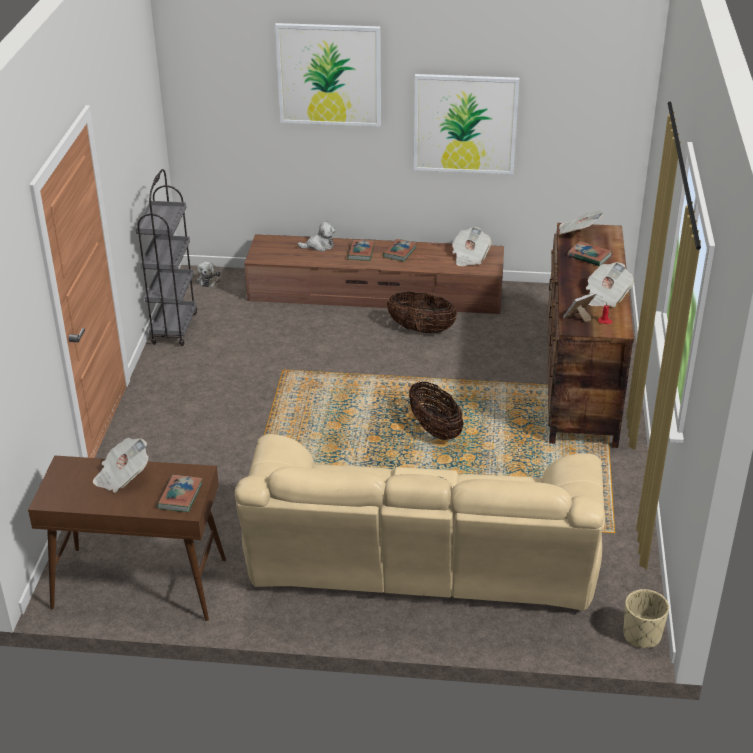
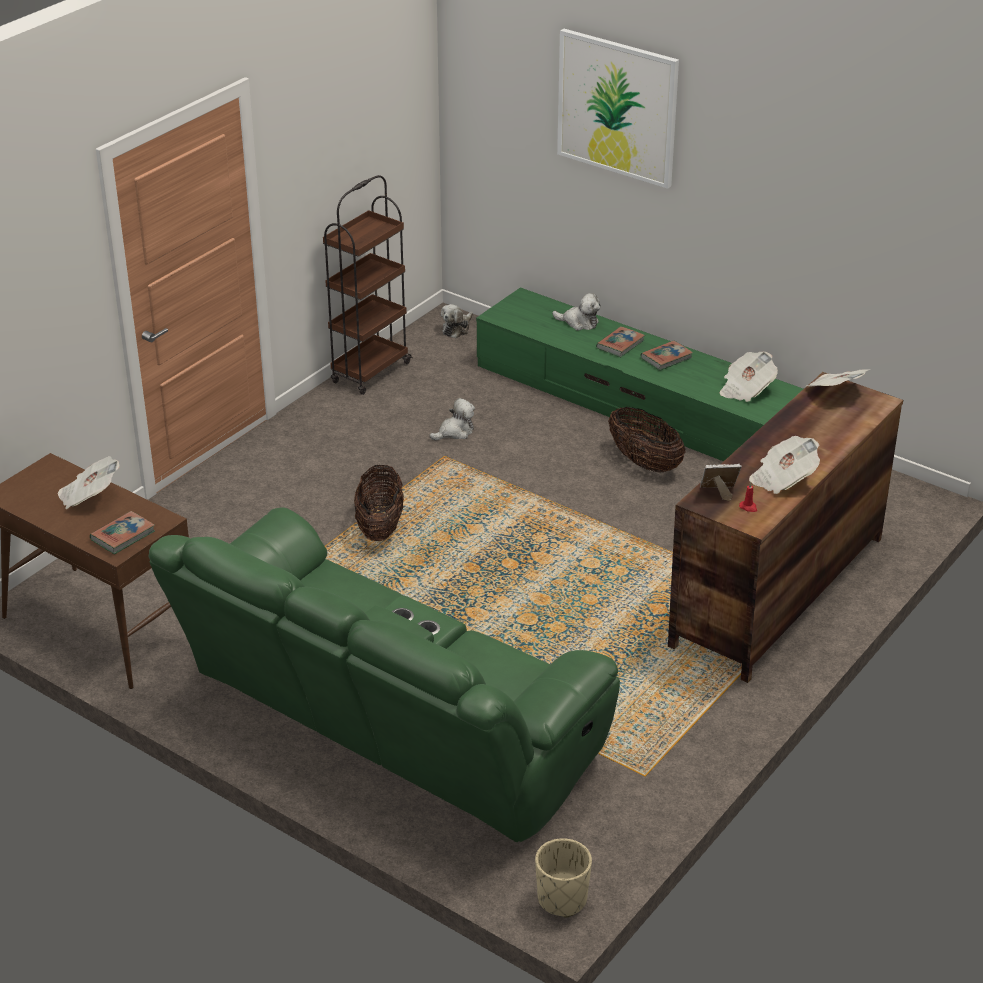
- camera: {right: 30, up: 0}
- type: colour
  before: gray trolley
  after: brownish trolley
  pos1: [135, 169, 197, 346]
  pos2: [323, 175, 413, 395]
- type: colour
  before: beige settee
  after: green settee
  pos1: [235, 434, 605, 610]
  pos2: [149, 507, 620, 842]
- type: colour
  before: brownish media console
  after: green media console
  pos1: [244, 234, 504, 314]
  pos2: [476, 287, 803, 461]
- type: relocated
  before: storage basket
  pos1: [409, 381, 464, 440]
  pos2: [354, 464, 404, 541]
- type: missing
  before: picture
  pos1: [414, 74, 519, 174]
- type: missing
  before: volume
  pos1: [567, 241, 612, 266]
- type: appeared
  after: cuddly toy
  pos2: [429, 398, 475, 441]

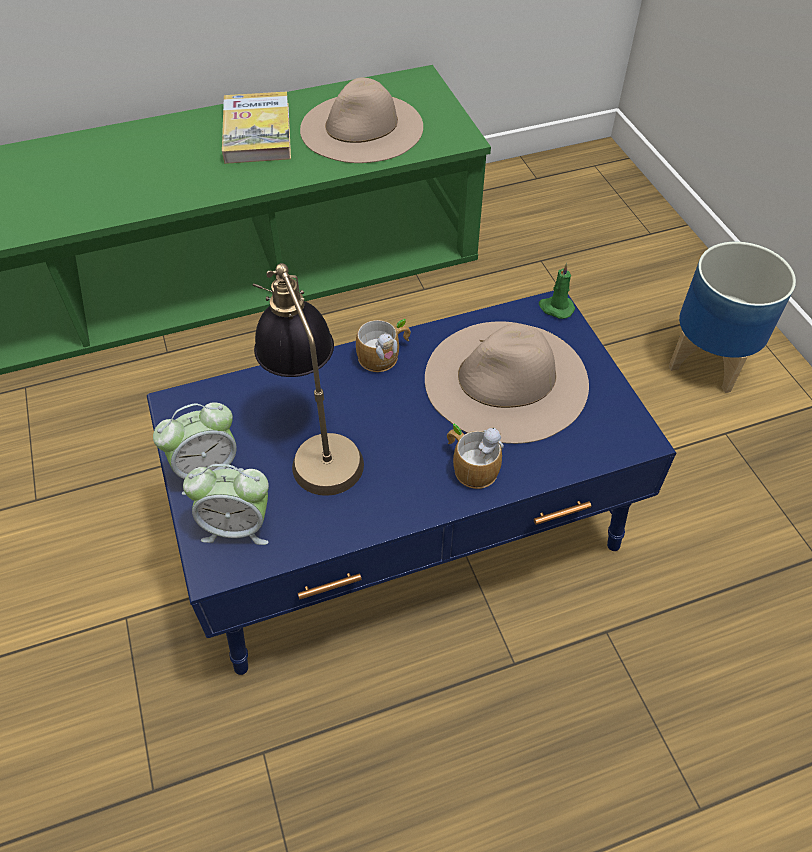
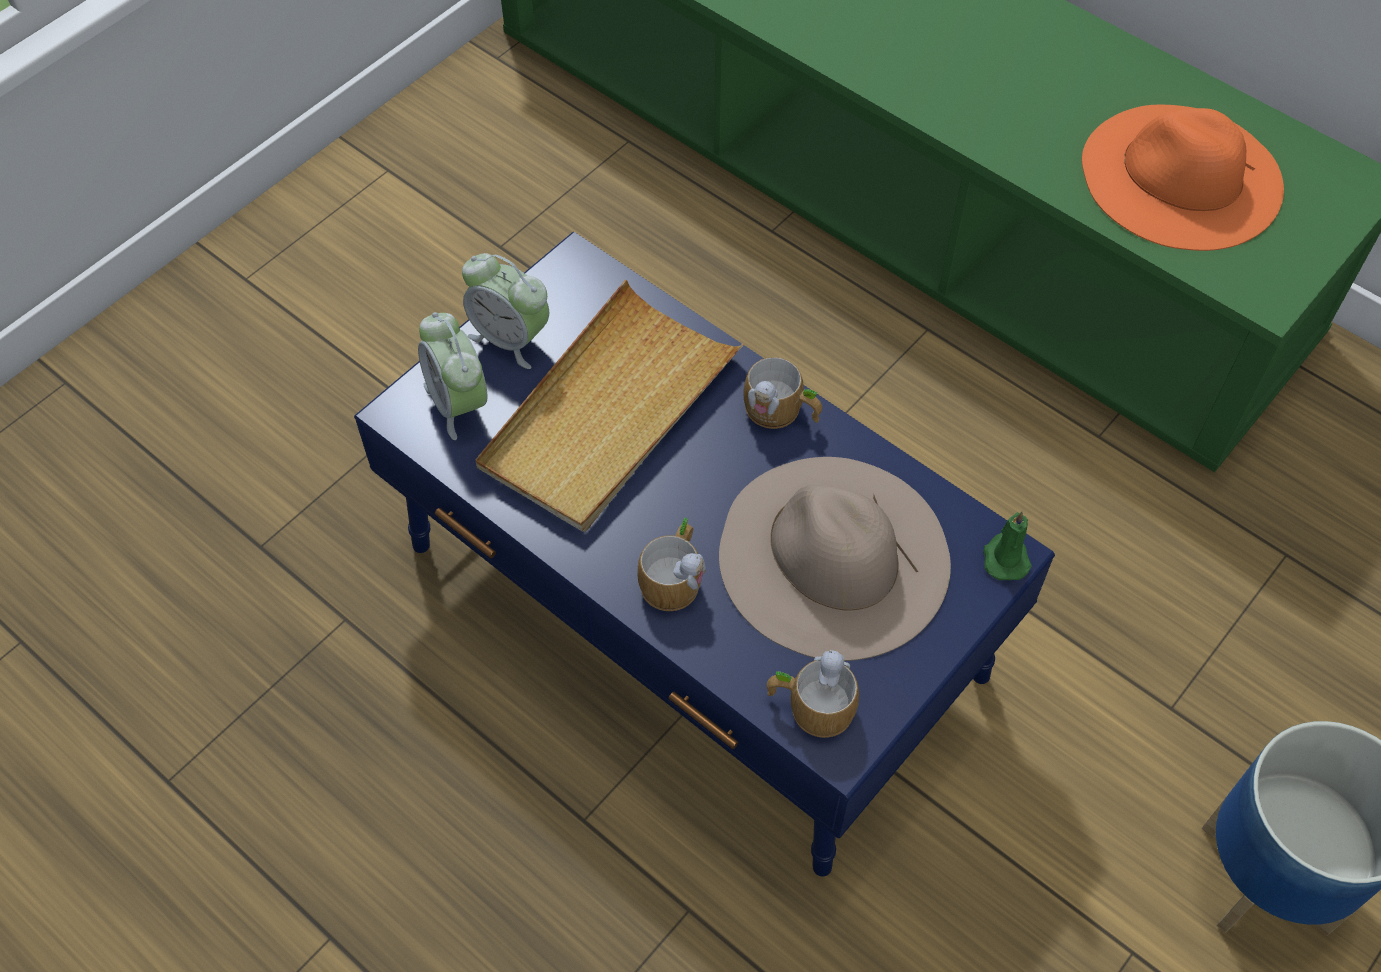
- camera: {right: 60, up: 5}
- type: missing
  before: volume
  pos1: [222, 91, 291, 164]
- type: exchanged
  before: tabletop lamp
  after: beige serving tray
  pos1: [253, 263, 364, 496]
  pos2: [476, 280, 745, 532]
- type: colour
  before: beige wearable hat
  after: orange-coloured wearable hat
  pos1: [300, 77, 423, 163]
  pos2: [1082, 105, 1284, 251]
- type: appeared
  after: coffee mug
  pos2: [767, 650, 859, 738]

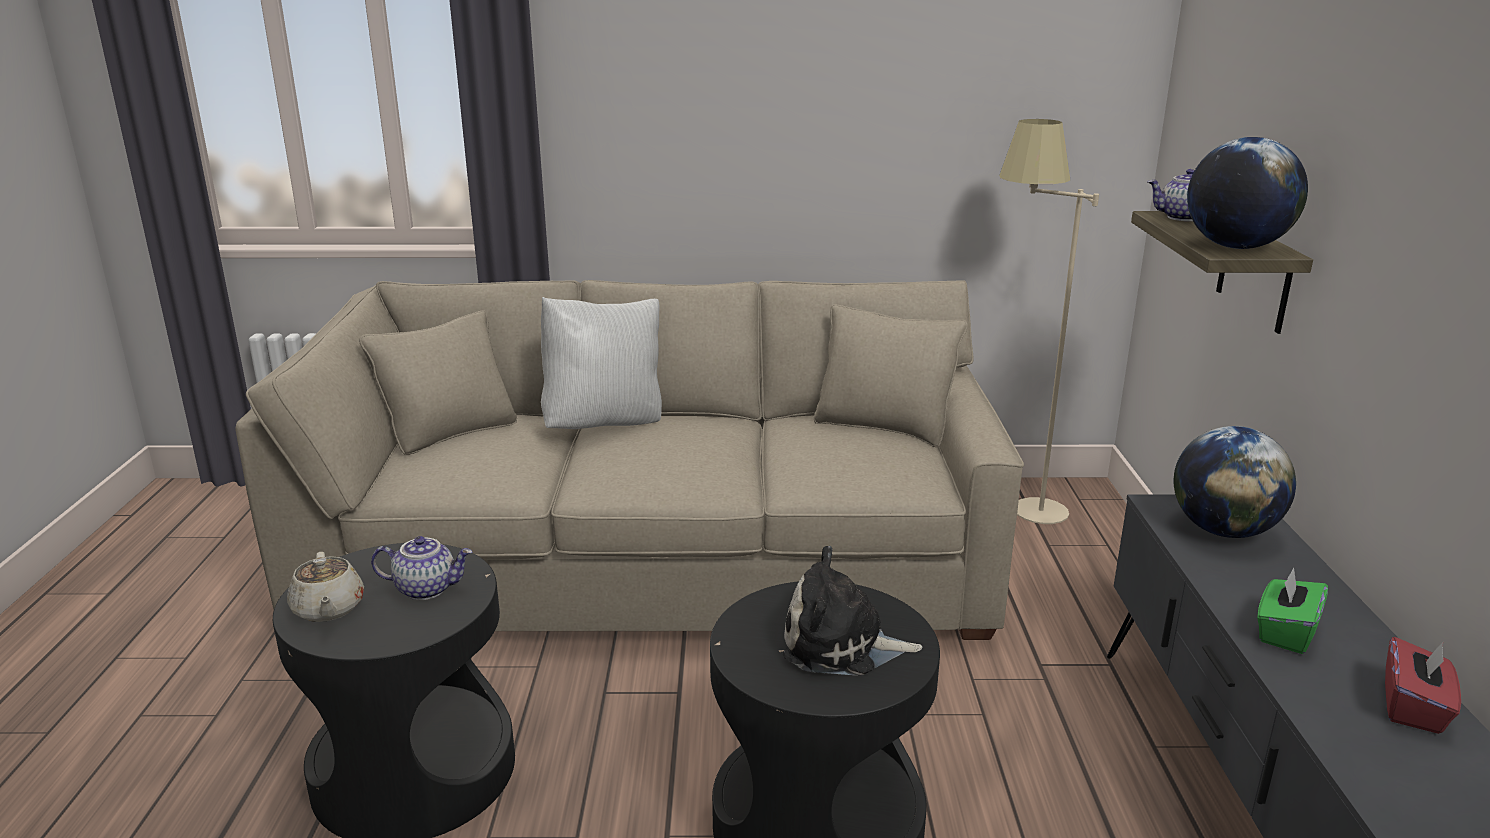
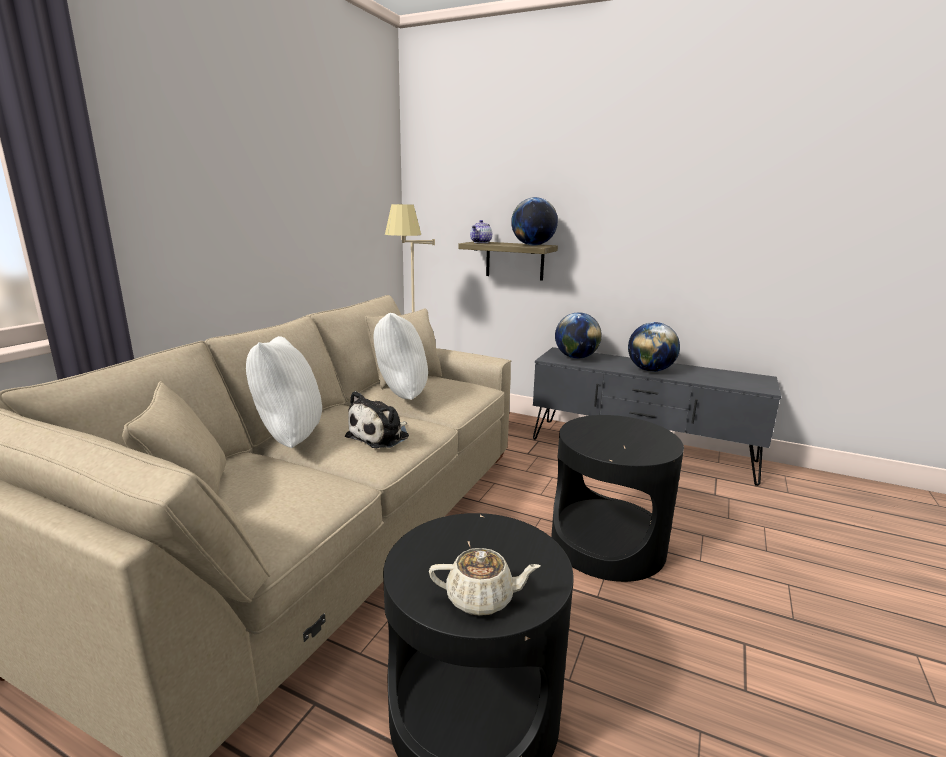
- camera: {right: -65, up: -5}
- type: missing
  before: pot for tea
  pos1: [371, 536, 472, 600]
- type: relocated
  before: cuddly toy
  pos1: [783, 546, 923, 676]
  pos2: [345, 391, 409, 448]
- type: exchanged
  before: green box of tissues
  after: world globe
  pos1: [1257, 567, 1328, 654]
  pos2: [628, 322, 680, 372]
- type: missing
  before: red box of tissues
  pos1: [1385, 637, 1461, 734]
- type: appeared
  after: whitish cushion
  pos2: [374, 313, 428, 400]

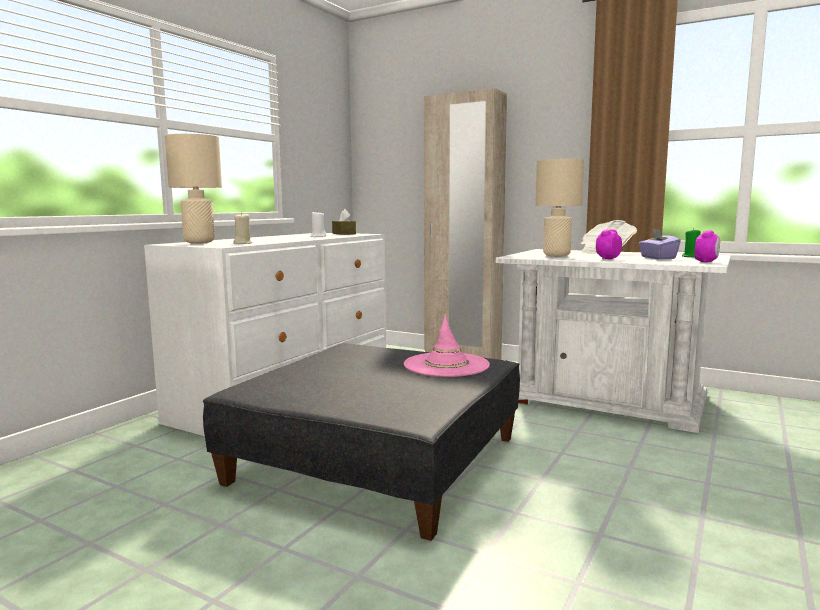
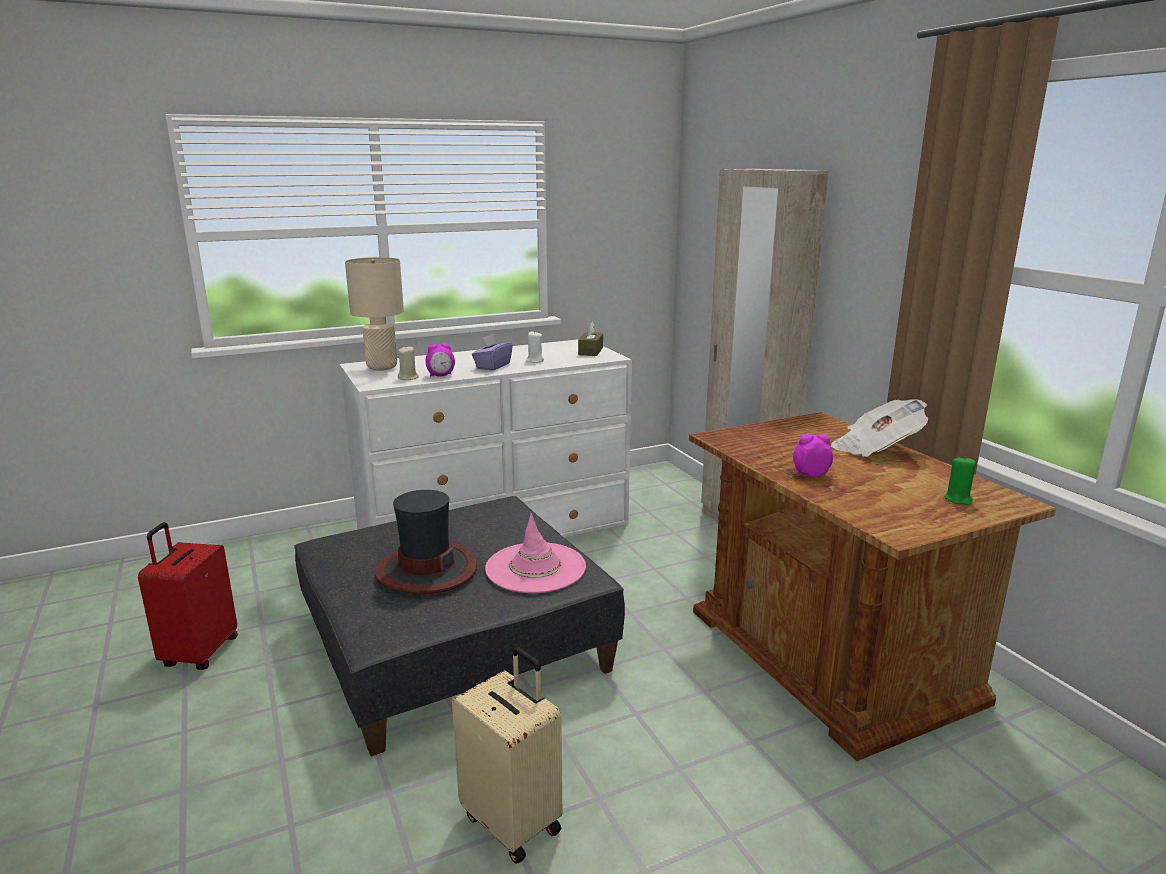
- camera: {right: 35, up: 10}
- type: colour
  before: whitish cupboard
  after: brownish cupboard
  pos1: [496, 249, 731, 433]
  pos2: [689, 412, 1056, 761]
- type: missing
  before: beige tabletop lamp
  pos1: [535, 159, 584, 257]
- type: relocated
  before: purple box of tissues
  pos1: [639, 229, 681, 259]
  pos2: [472, 334, 513, 371]
- type: relocated
  before: alarm clock
  pos1: [695, 230, 720, 263]
  pos2: [425, 343, 455, 376]
- type: appeared
  after: red piece of luggage
  pos2: [138, 522, 238, 670]
- type: appeared
  after: wearable hat
  pos2: [375, 490, 477, 594]
- type: appeared
  after: beige piece of luggage
  pos2: [452, 647, 562, 864]

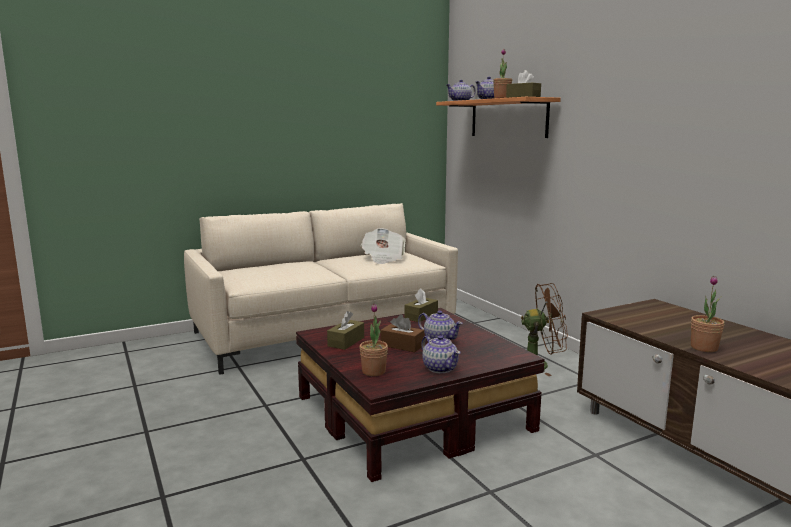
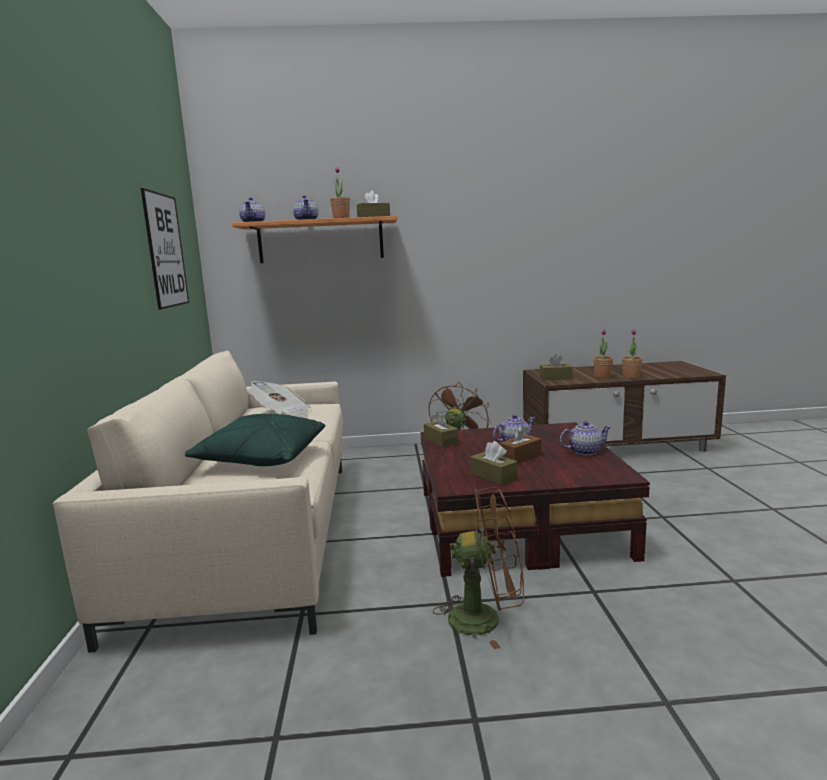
- camera: {right: -65, up: 0}
- type: relocated
  before: houseplant
  pos1: [359, 304, 388, 376]
  pos2: [593, 329, 613, 378]
- type: appeared
  after: picture
  pos2: [141, 188, 189, 310]
- type: appeared
  after: green cushion
  pos2: [185, 413, 325, 466]
- type: appeared
  after: brownish fan
  pos2: [433, 487, 524, 650]
- type: appeared
  after: brownish box of tissues
  pos2: [540, 354, 572, 380]

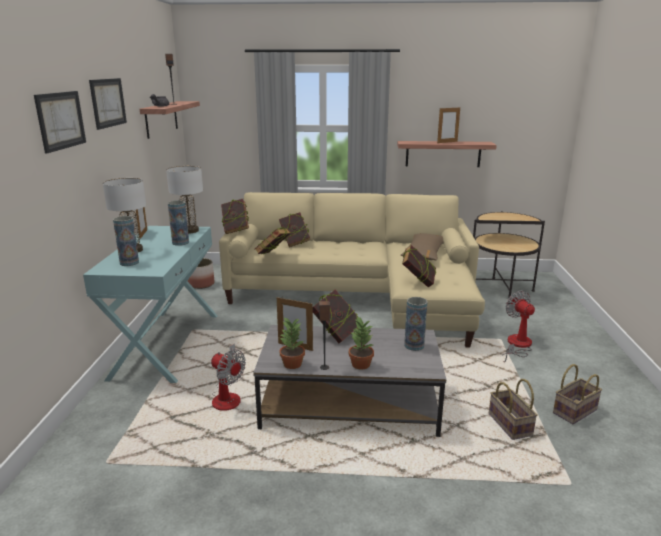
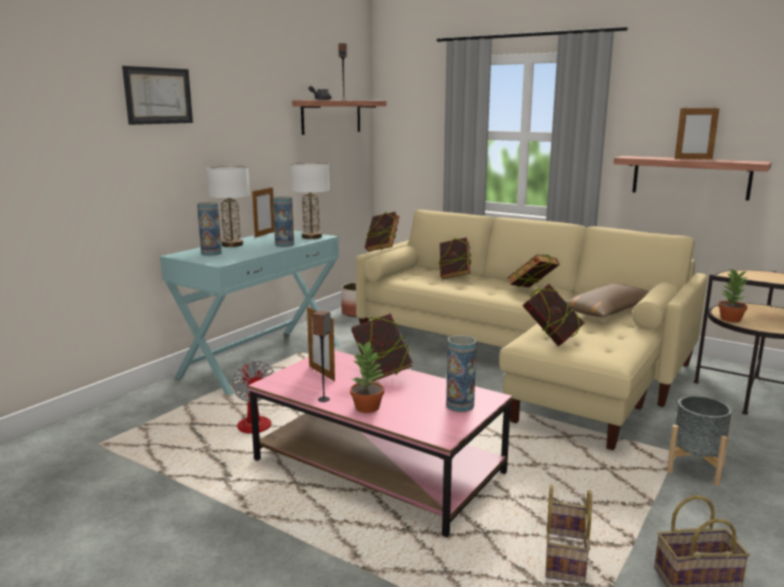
- camera: {right: 30, up: -5}
- type: missing
  before: picture
  pos1: [89, 78, 127, 130]
- type: colour
  before: gray low table
  after: pink-coloured low table
  pos1: [253, 325, 446, 437]
  pos2: [248, 350, 512, 537]
- type: relocated
  before: volume
  pos1: [255, 227, 291, 254]
  pos2: [508, 254, 560, 288]
- type: relocated
  before: houseplant
  pos1: [280, 317, 305, 369]
  pos2: [718, 269, 749, 322]
- type: exchanged
  before: fan
  after: gray plant pot
  pos1: [503, 291, 535, 362]
  pos2: [667, 396, 732, 486]

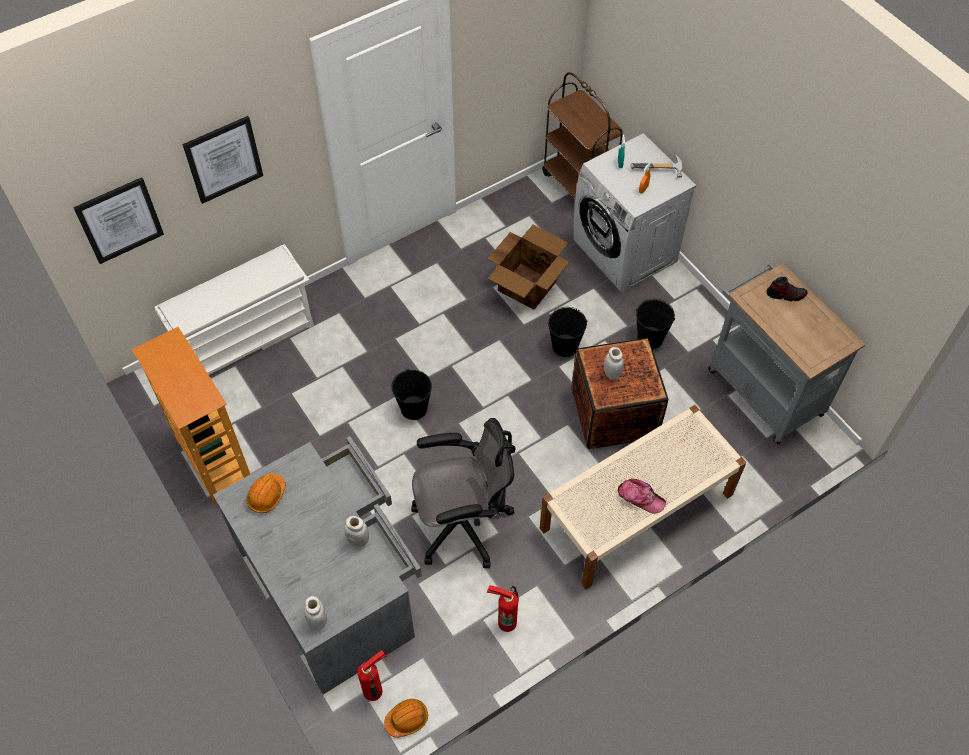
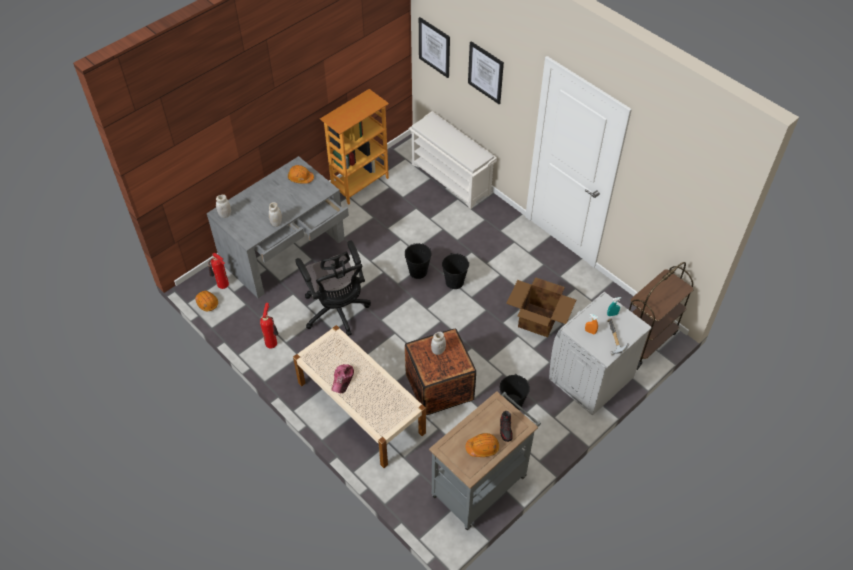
- camera: {right: 80, up: -5}
- type: relocated
  before: black pail
  pos1: [548, 307, 587, 357]
  pos2: [442, 254, 469, 289]
- type: appeared
  after: orange-coloured work helmet
  pos2: [465, 433, 499, 457]

